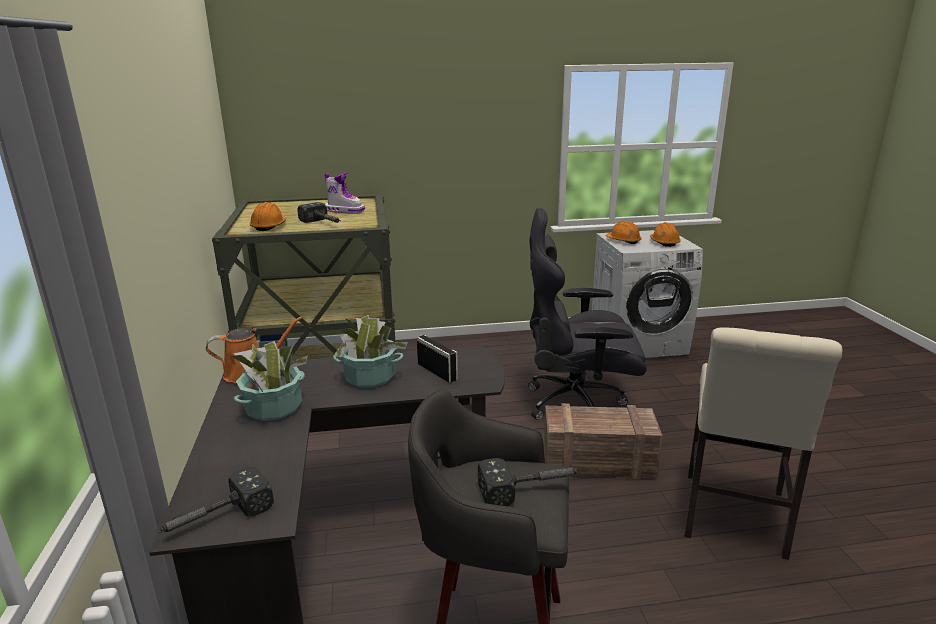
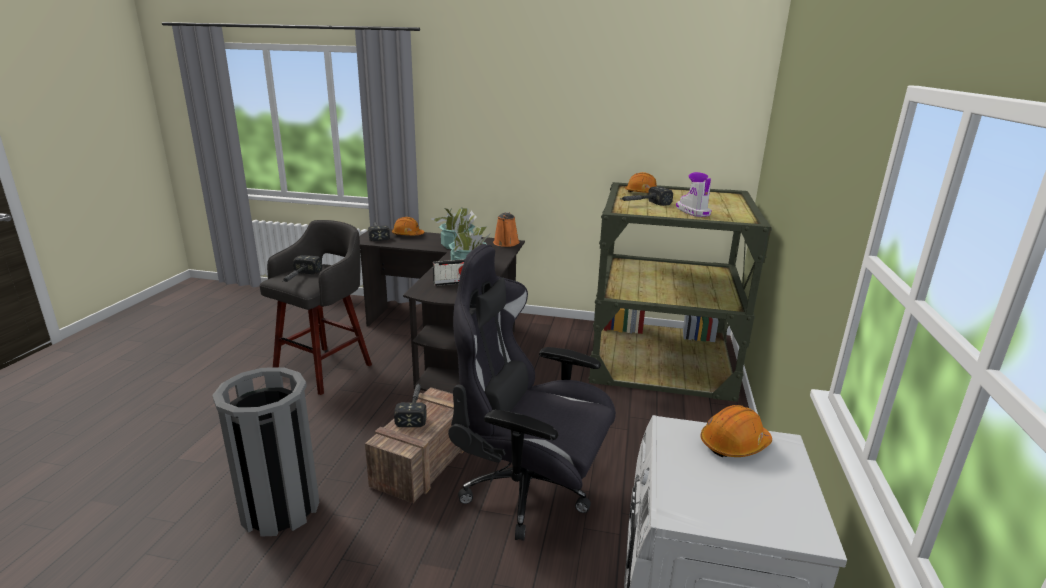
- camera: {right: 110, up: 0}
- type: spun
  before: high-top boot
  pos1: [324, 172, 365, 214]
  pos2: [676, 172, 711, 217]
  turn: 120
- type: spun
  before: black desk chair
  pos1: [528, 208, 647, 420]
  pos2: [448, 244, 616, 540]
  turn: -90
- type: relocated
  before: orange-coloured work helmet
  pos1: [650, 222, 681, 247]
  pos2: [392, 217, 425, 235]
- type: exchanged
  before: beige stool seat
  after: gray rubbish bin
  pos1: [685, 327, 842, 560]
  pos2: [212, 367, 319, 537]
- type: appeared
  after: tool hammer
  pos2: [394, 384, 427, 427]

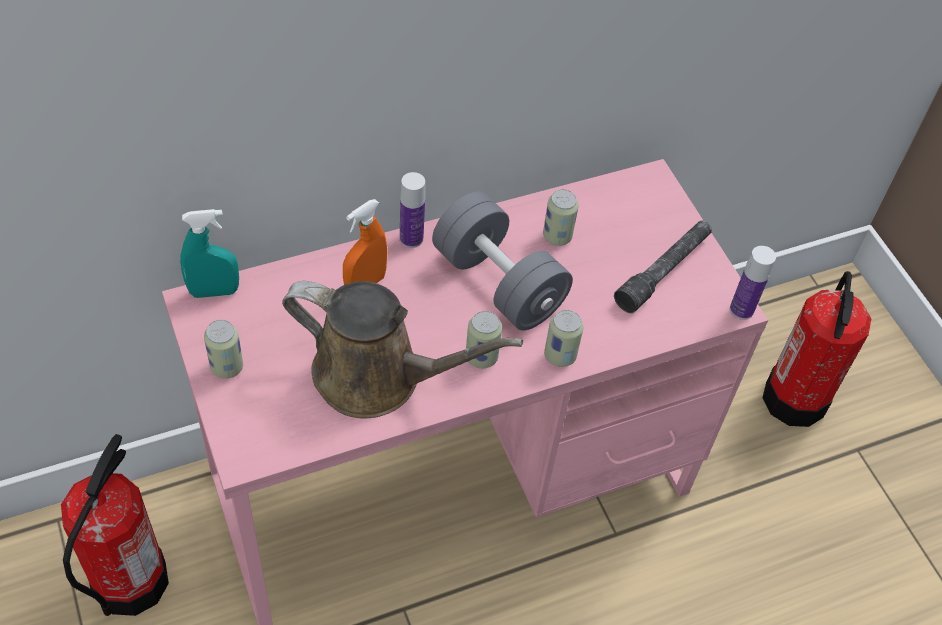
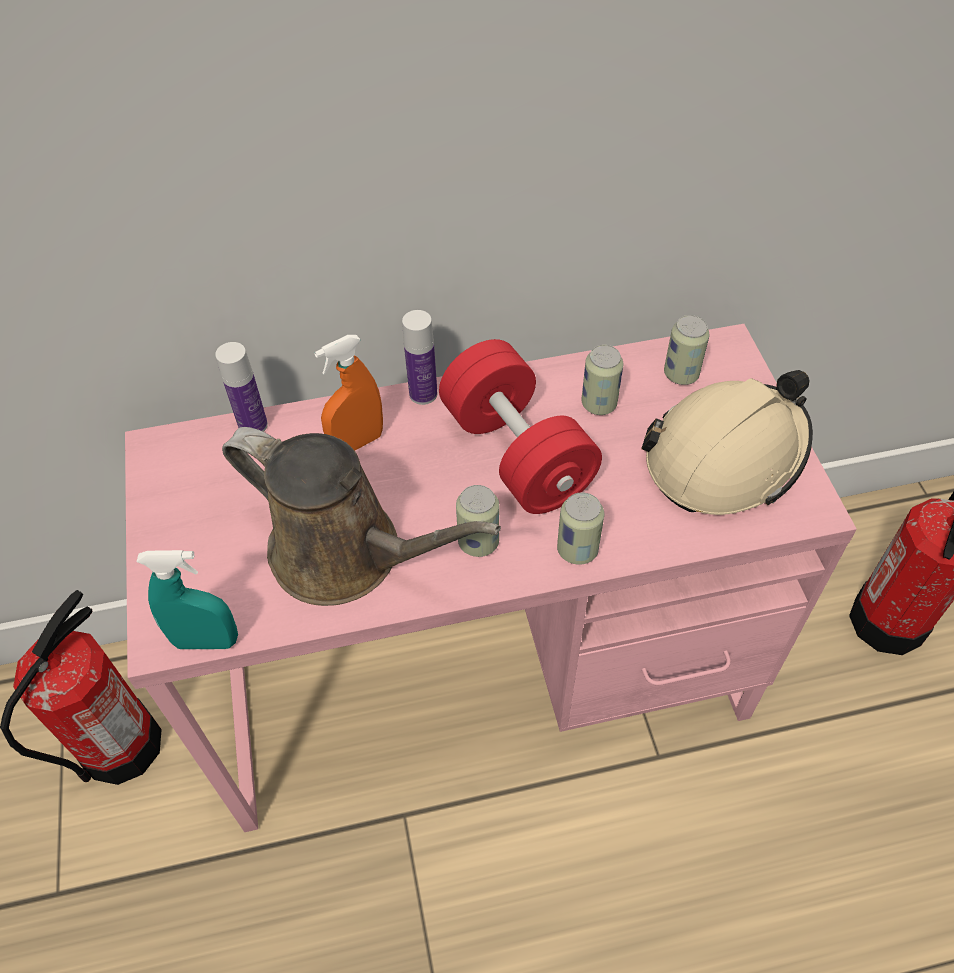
- camera: {right: 15, up: 0}
- type: relocated
  before: turquoise-coloured sprayer
  pos1: [180, 209, 239, 298]
  pos2: [137, 550, 238, 649]
- type: relocated
  before: metal can
  pos1: [204, 320, 243, 379]
  pos2: [664, 315, 709, 385]
- type: colour
  before: gray free weight
  after: red free weight
  pos1: [432, 191, 573, 331]
  pos2: [439, 339, 602, 514]
- type: exchanged
  before: gray flashlight
  after: beige work helmet
  pos1: [614, 220, 712, 313]
  pos2: [641, 370, 813, 515]
- type: relocated
  before: beverage bottle
  pos1: [730, 246, 776, 320]
  pos2: [215, 342, 268, 432]

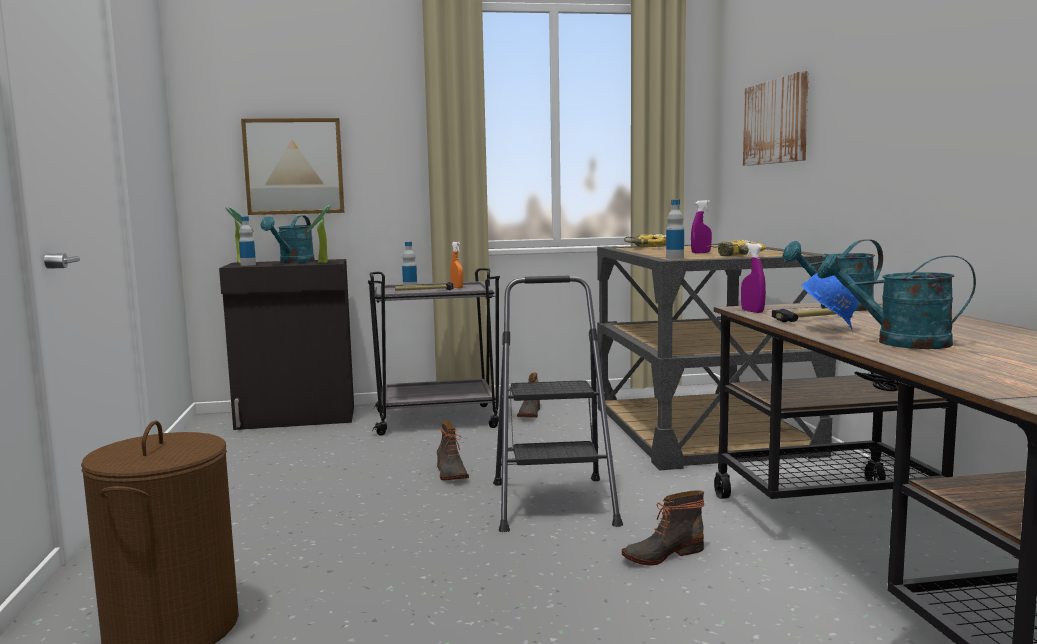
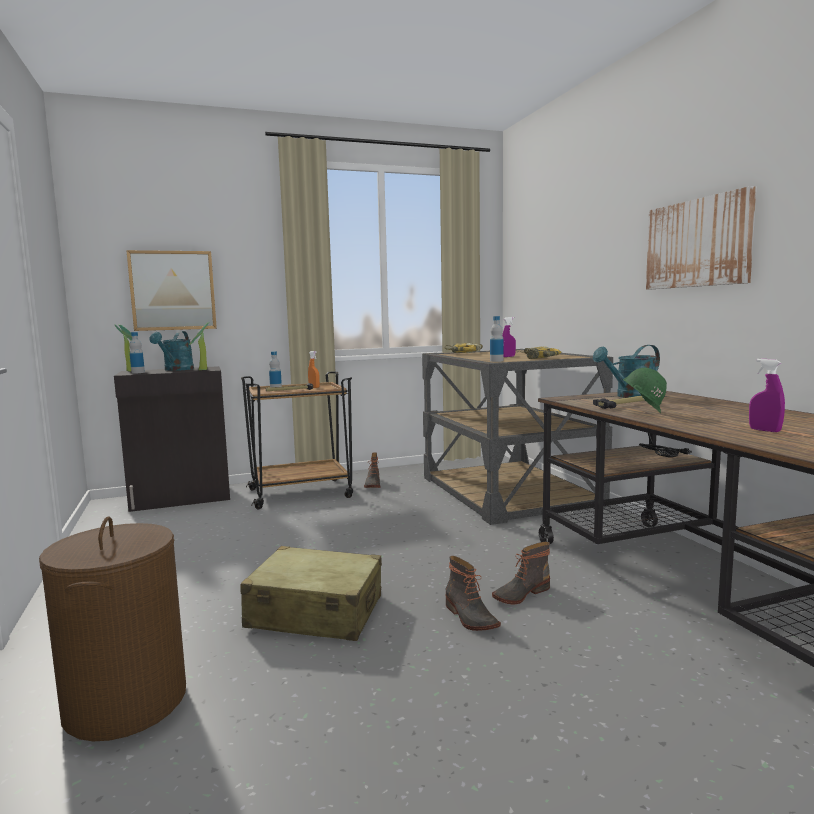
- camera: {right: -10, up: 0}
- type: colour
  before: gray trolley
  after: brownish trolley
  pos1: [368, 268, 500, 435]
  pos2: [241, 372, 353, 509]
- type: relocated
  before: high-top boot
  pos1: [437, 420, 469, 480]
  pos2: [446, 556, 501, 631]
- type: missing
  before: black step stool
  pos1: [493, 276, 623, 532]
- type: relocated
  before: purple sprayer
  pos1: [741, 243, 766, 313]
  pos2: [749, 359, 785, 432]
- type: relocated
  before: picture
  pos1: [743, 71, 809, 166]
  pos2: [646, 186, 757, 289]
- type: colour
  before: blue-coloured work helmet
  after: green work helmet
  pos1: [801, 273, 859, 329]
  pos2: [623, 368, 667, 413]
- type: missing
  before: turquoise-coloured sprinkling can
  pos1: [817, 253, 976, 349]
- type: appeared
  after: beige piece of luggage
  pos2: [240, 546, 382, 641]

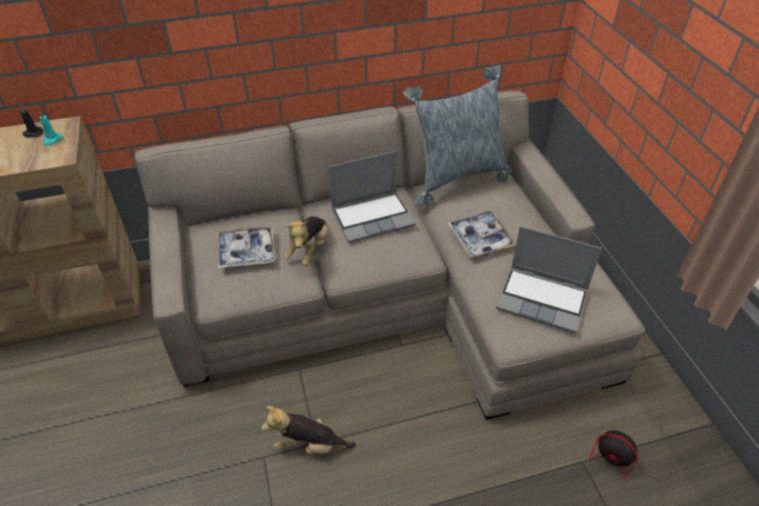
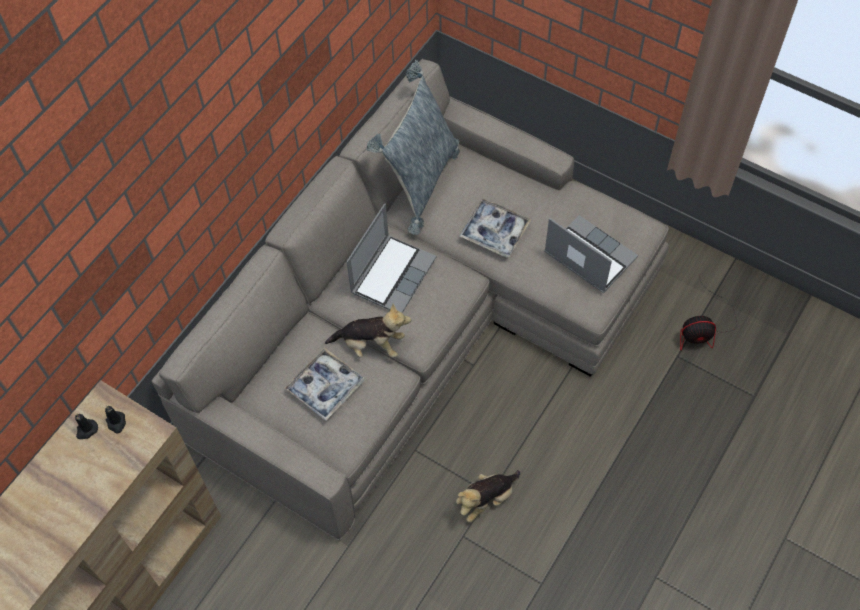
- camera: {right: -40, up: 15}
- type: colour
  before: turquoise-coloured candle
  after: black candle
  pos1: [39, 111, 63, 146]
  pos2: [105, 406, 126, 434]
- type: spun
  before: cuddly toy
  pos1: [284, 216, 329, 266]
  pos2: [325, 304, 411, 358]
  turn: -60
- type: spun
  before: portable computer
  pos1: [496, 226, 602, 334]
  pos2: [544, 215, 638, 293]
  turn: -120

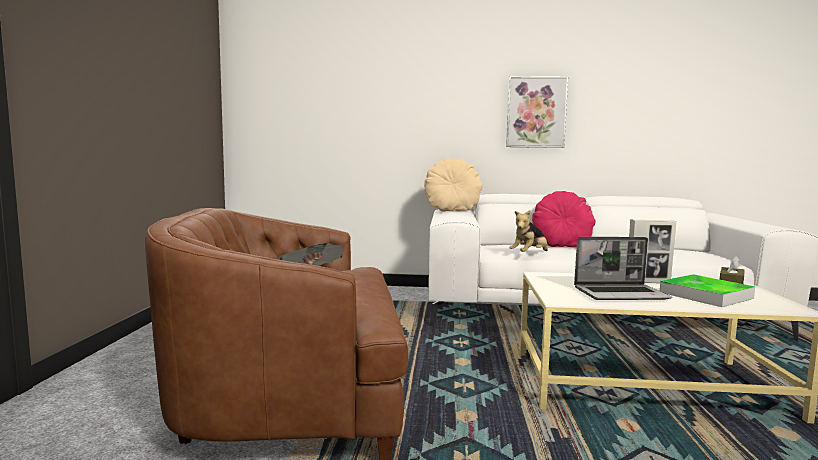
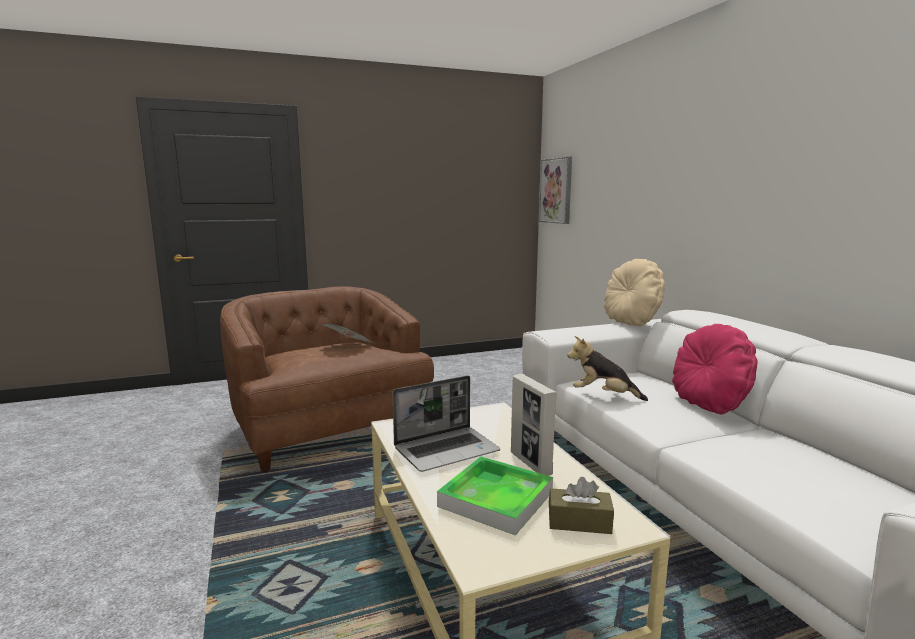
- camera: {right: 65, up: 5}
- type: relocated
  before: picture
  pos1: [506, 76, 568, 148]
  pos2: [539, 156, 572, 224]
- type: spun
  before: portable computer
  pos1: [574, 237, 672, 300]
  pos2: [393, 375, 500, 472]
  turn: -90

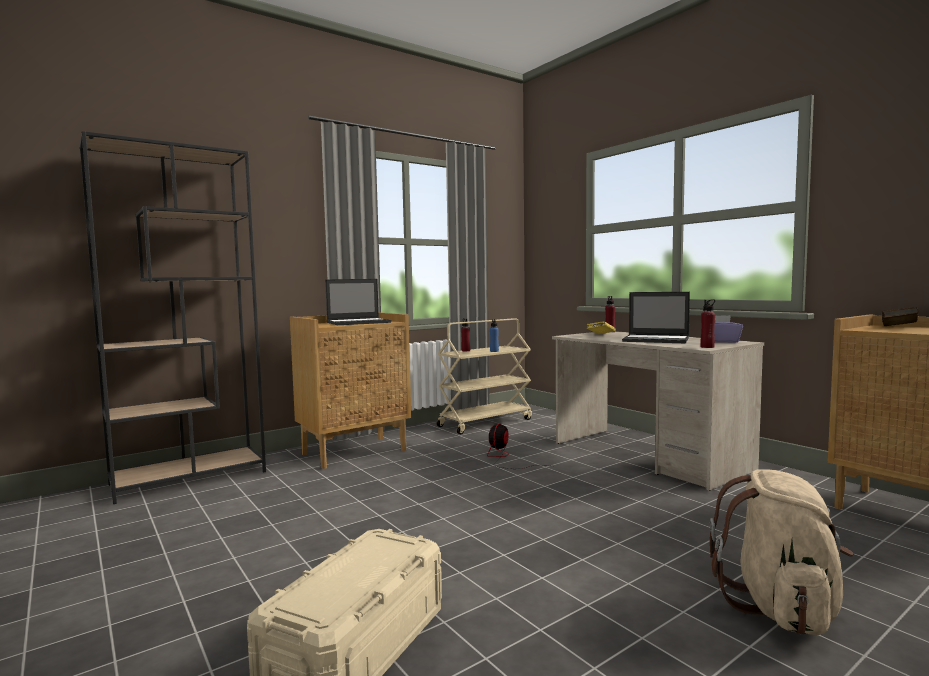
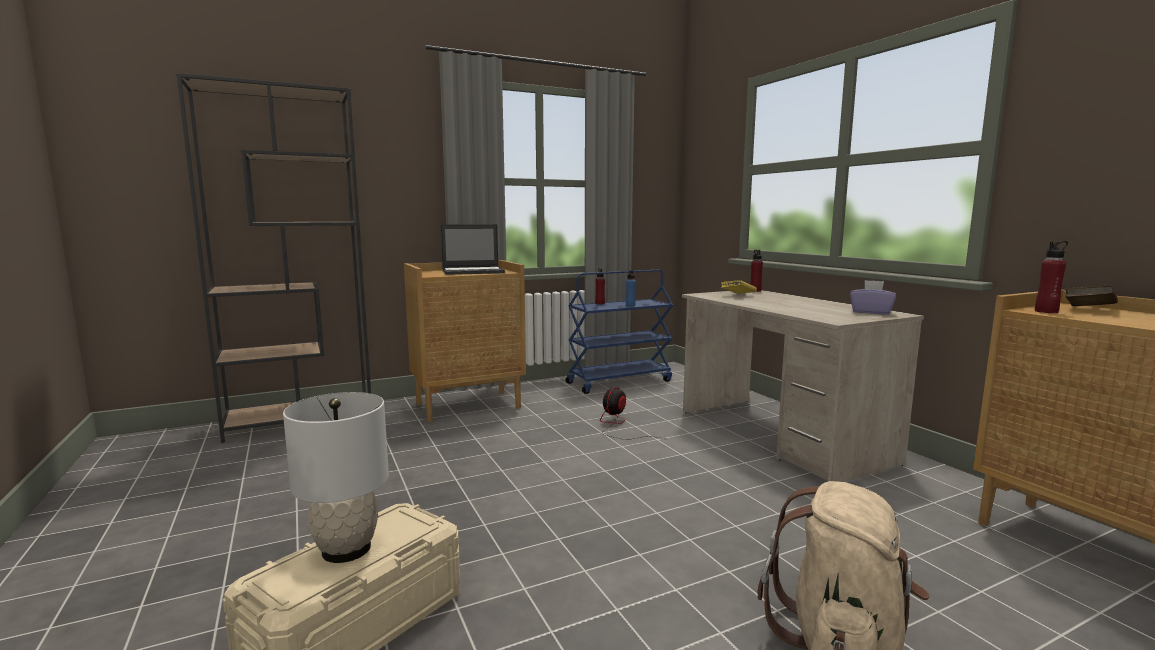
- camera: {right: 10, up: 5}
- type: colour
  before: beige trolley
  after: blue-coloured trolley
  pos1: [437, 318, 532, 434]
  pos2: [566, 270, 673, 394]
- type: missing
  before: portable computer
  pos1: [622, 292, 690, 343]
- type: relocated
  before: red beverage bottle
  pos1: [700, 299, 715, 348]
  pos2: [1035, 241, 1068, 313]
- type: appeared
  after: whitish tabletop lamp
  pos2: [283, 392, 389, 563]

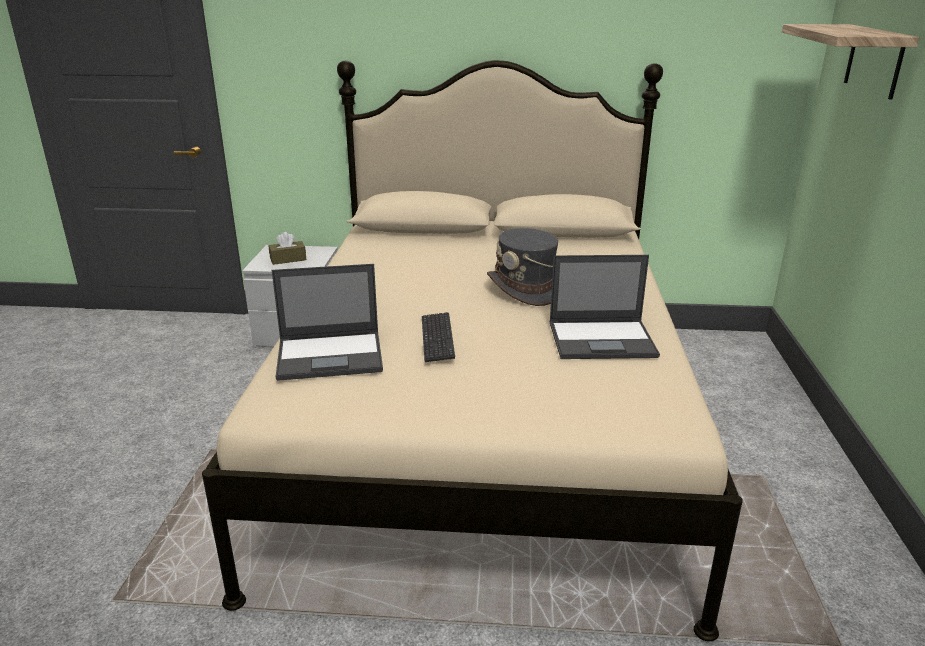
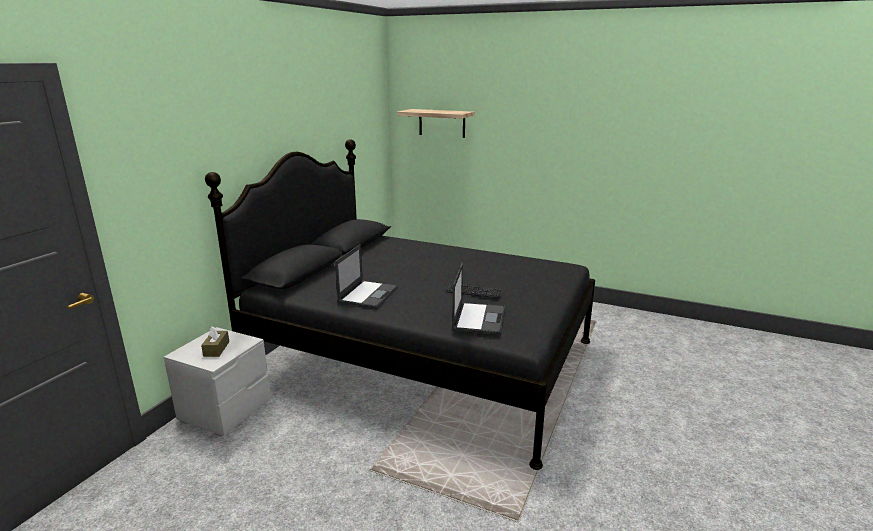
- camera: {right: -70, up: -5}
- type: colour
  before: beige sleeping bed
  after: black sleeping bed
  pos1: [202, 60, 743, 642]
  pos2: [205, 139, 595, 470]
- type: missing
  before: gray wearable hat
  pos1: [487, 228, 558, 306]
- type: relocated
  before: portable computer
  pos1: [550, 255, 660, 359]
  pos2: [335, 244, 398, 309]

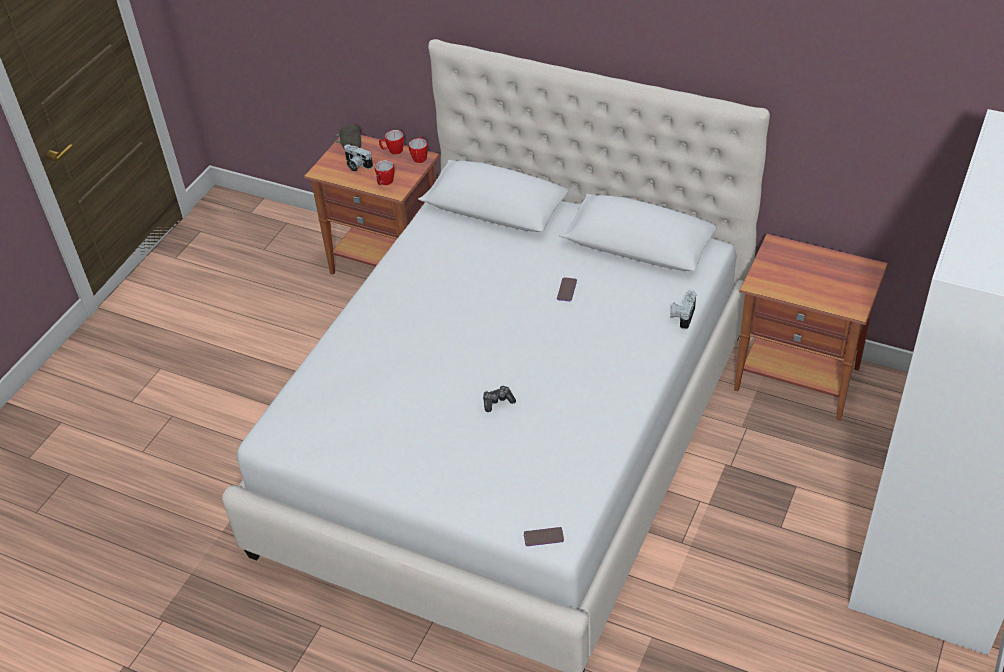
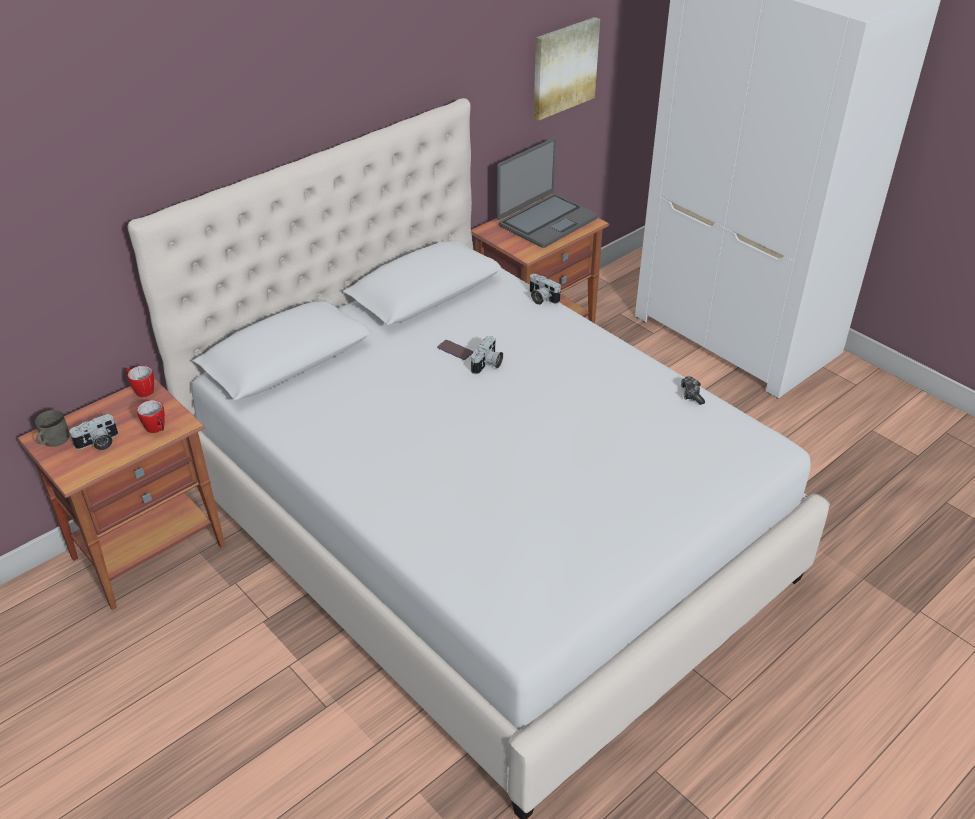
- camera: {right: -70, up: -5}
- type: missing
  before: coffee mug
  pos1: [379, 130, 404, 155]
- type: relocated
  before: joypad
  pos1: [483, 386, 516, 412]
  pos2: [681, 376, 705, 405]
- type: missing
  before: handset
  pos1: [524, 527, 564, 546]
- type: appeared
  after: still camera
  pos2: [471, 336, 503, 375]
- type: appeared
  after: portable computer
  pos2: [497, 138, 598, 248]
- type: appeared
  after: picture
  pos2: [533, 17, 600, 121]

